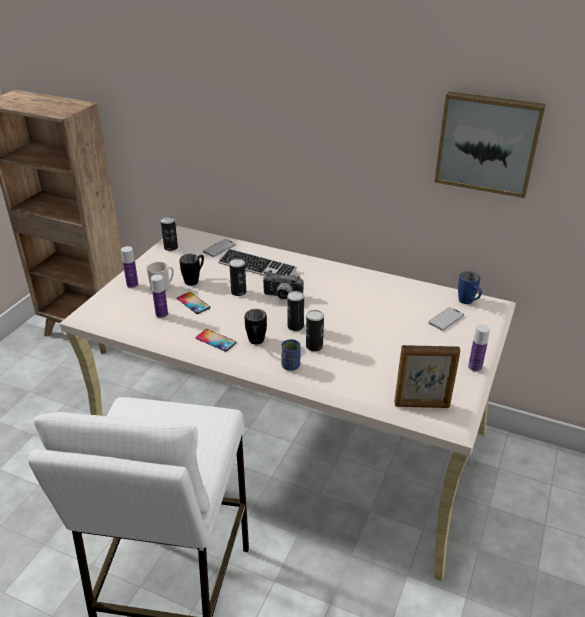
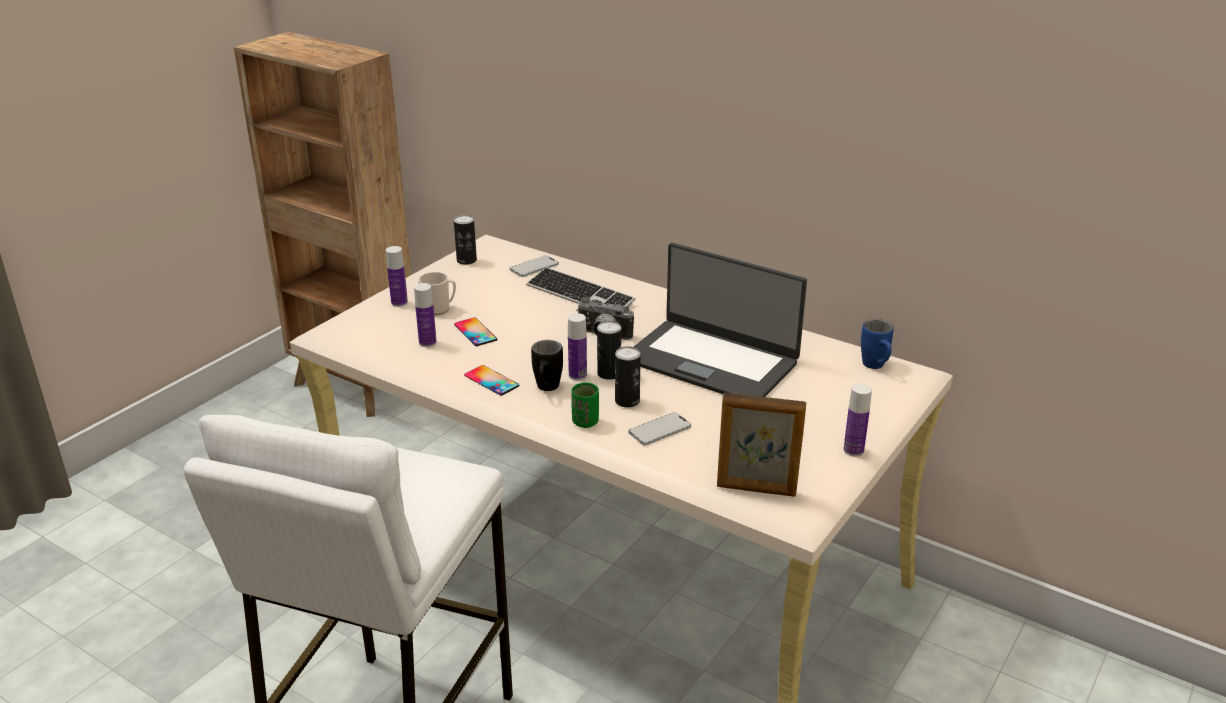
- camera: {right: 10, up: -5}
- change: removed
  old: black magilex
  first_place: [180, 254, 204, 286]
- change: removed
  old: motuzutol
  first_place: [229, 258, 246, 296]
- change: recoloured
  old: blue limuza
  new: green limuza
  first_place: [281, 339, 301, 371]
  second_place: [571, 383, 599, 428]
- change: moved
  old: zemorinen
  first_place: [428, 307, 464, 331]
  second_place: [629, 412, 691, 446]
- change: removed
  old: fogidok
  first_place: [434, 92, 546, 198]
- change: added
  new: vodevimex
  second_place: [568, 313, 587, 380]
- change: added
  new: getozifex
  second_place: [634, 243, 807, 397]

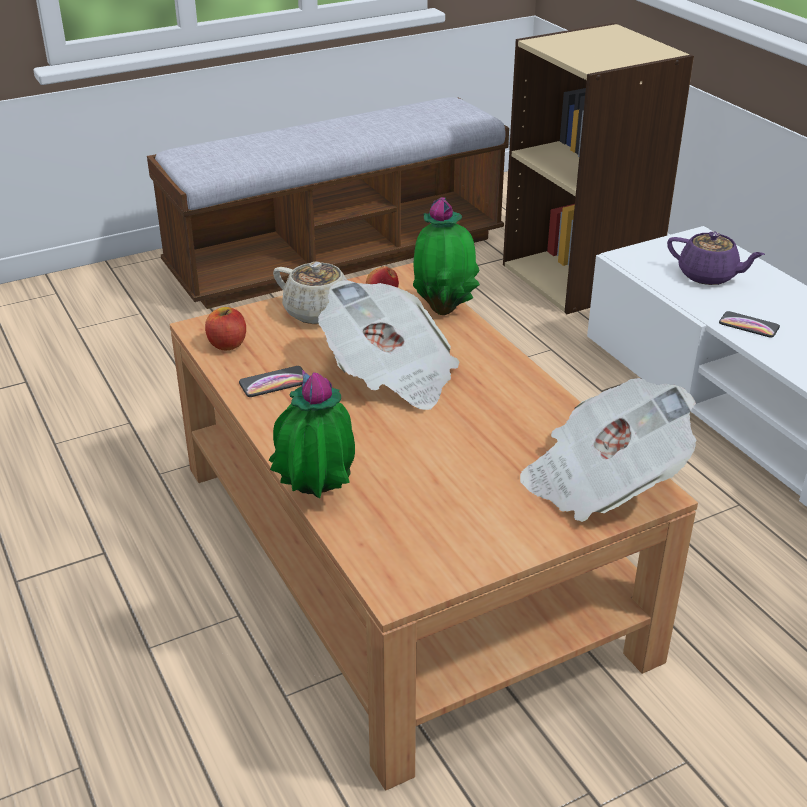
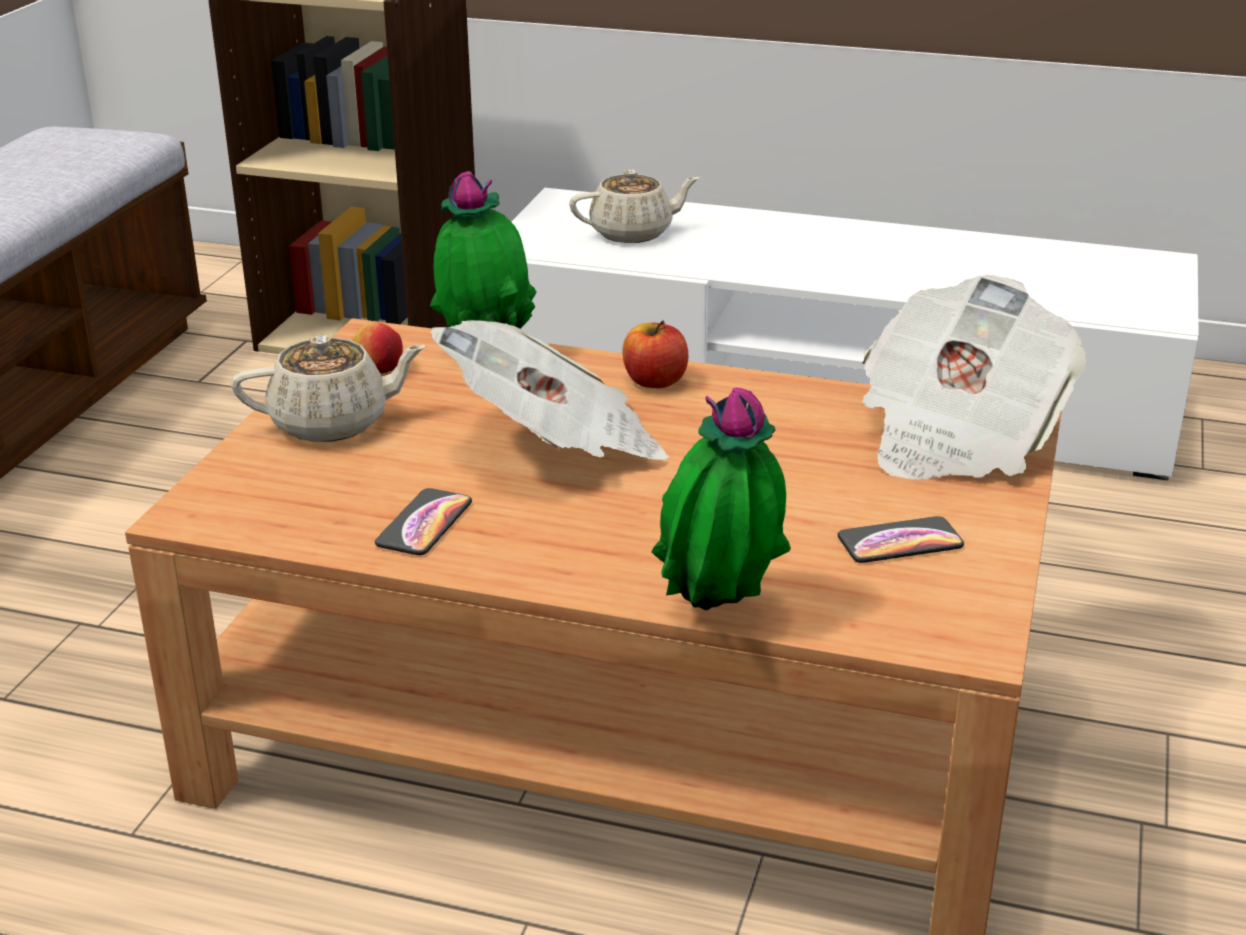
- camera: {right: -45, up: -5}
- change: moved
  old: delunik
  first_place: [205, 307, 246, 351]
  second_place: [623, 320, 688, 388]
- change: recoloured
  old: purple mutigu
  new: beige mutigu
  first_place: [667, 231, 765, 285]
  second_place: [569, 169, 700, 243]
- change: moved
  old: zemorinen
  first_place: [719, 311, 780, 338]
  second_place: [838, 516, 964, 563]

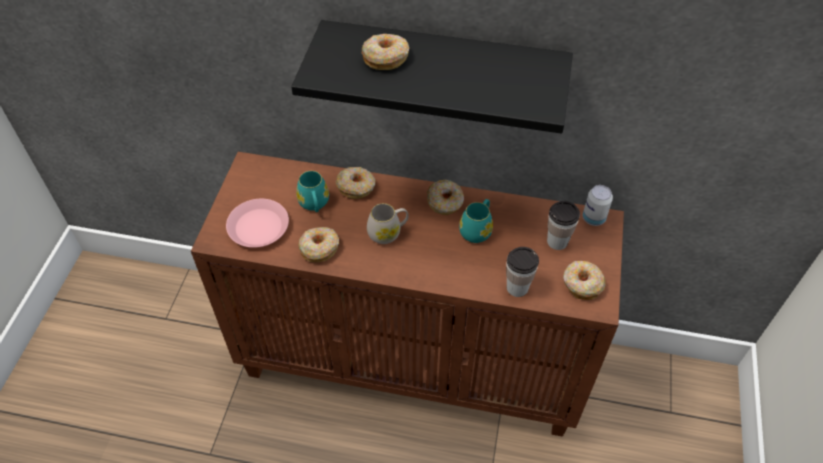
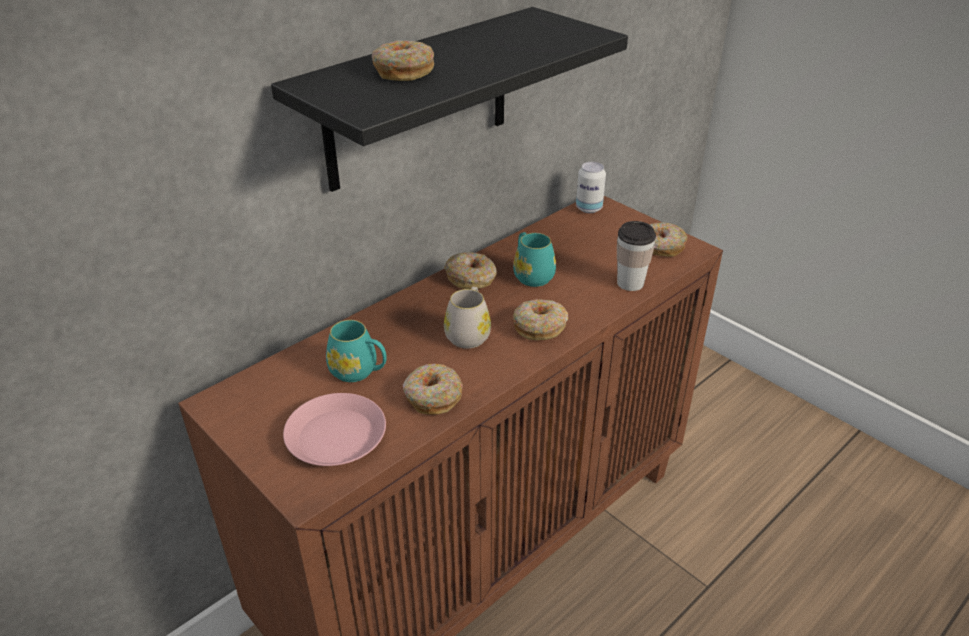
- camera: {right: -55, up: -15}
- change: moved
  old: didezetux
  first_place: [335, 167, 376, 199]
  second_place: [513, 299, 568, 340]
- change: removed
  old: limuza
  first_place: [547, 201, 580, 250]

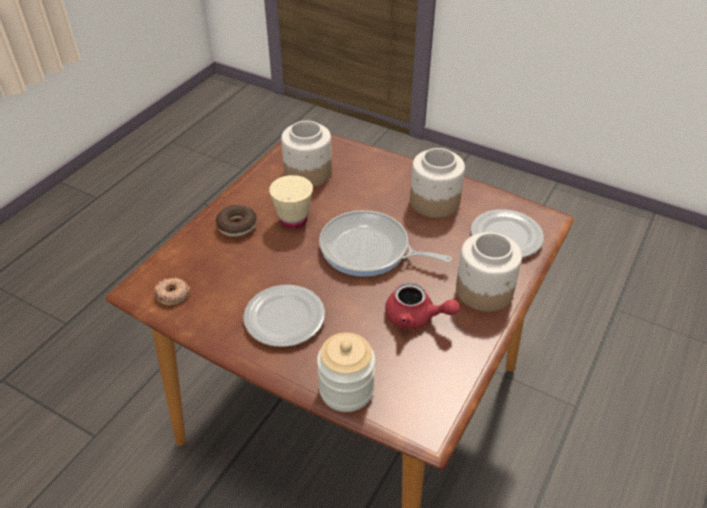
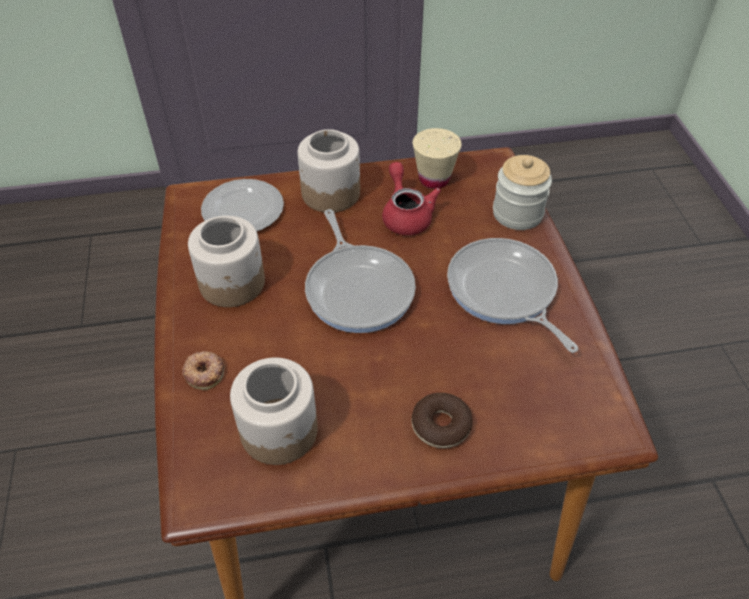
- camera: {right: -130, up: 5}
- change: moved
  old: didezetux
  first_place: [154, 278, 190, 305]
  second_place: [182, 351, 225, 390]
- change: replaced
  old: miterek
  new: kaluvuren
  first_place: [243, 285, 325, 347]
  second_place: [447, 238, 579, 353]
- change: moved
  old: beige limuza
  first_place: [269, 175, 313, 229]
  second_place: [413, 128, 462, 189]

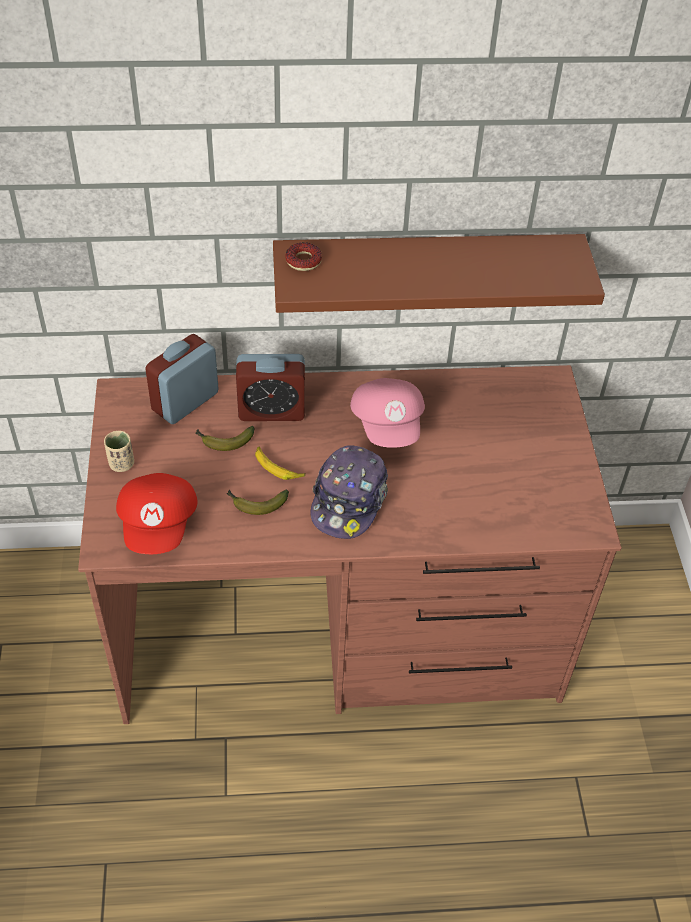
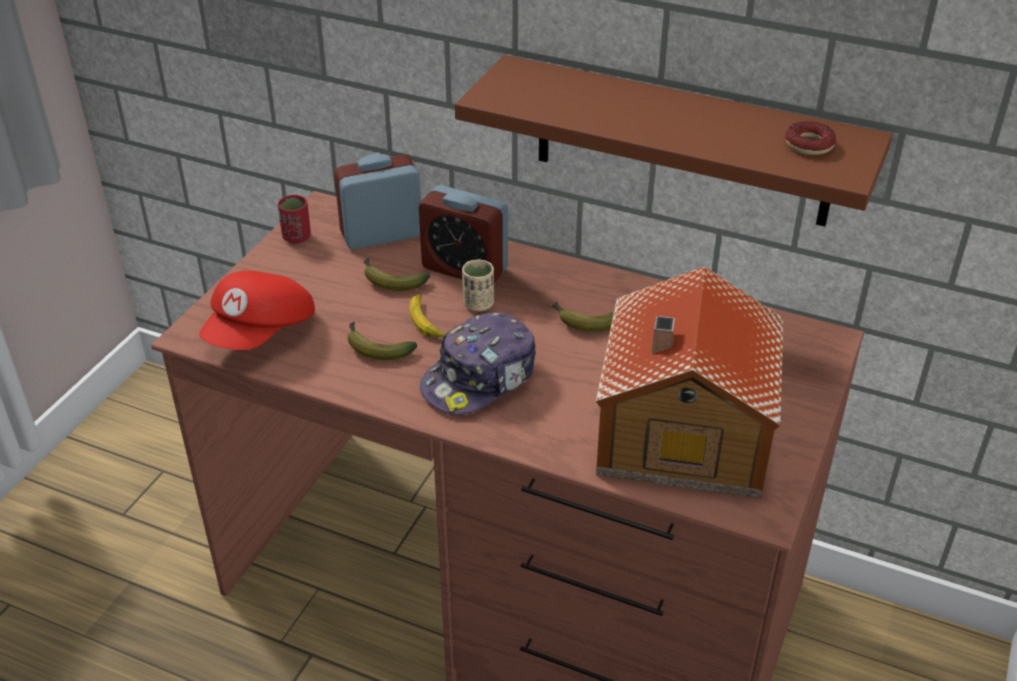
- camera: {right: 30, up: -10}
- change: moved
  old: beige limuza
  first_place: [104, 431, 134, 472]
  second_place: [462, 260, 494, 311]
- change: moved
  old: didezetux
  first_place: [285, 242, 322, 271]
  second_place: [785, 121, 836, 155]
- change: replaced
  old: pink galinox
  new: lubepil
  first_place: [350, 378, 425, 448]
  second_place: [552, 302, 614, 332]
- change: added
  new: red limuza
  second_place: [278, 195, 311, 243]
- change: added
  new: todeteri
  second_place: [596, 266, 784, 498]

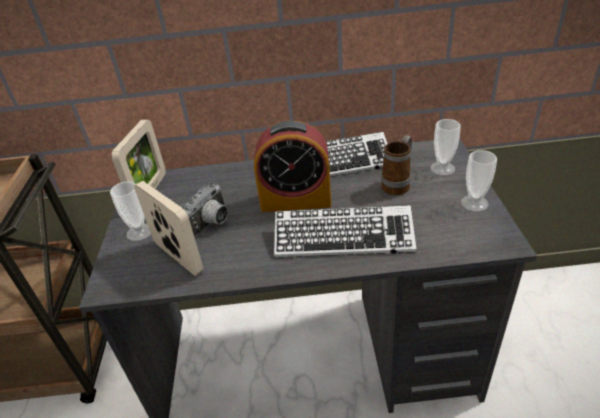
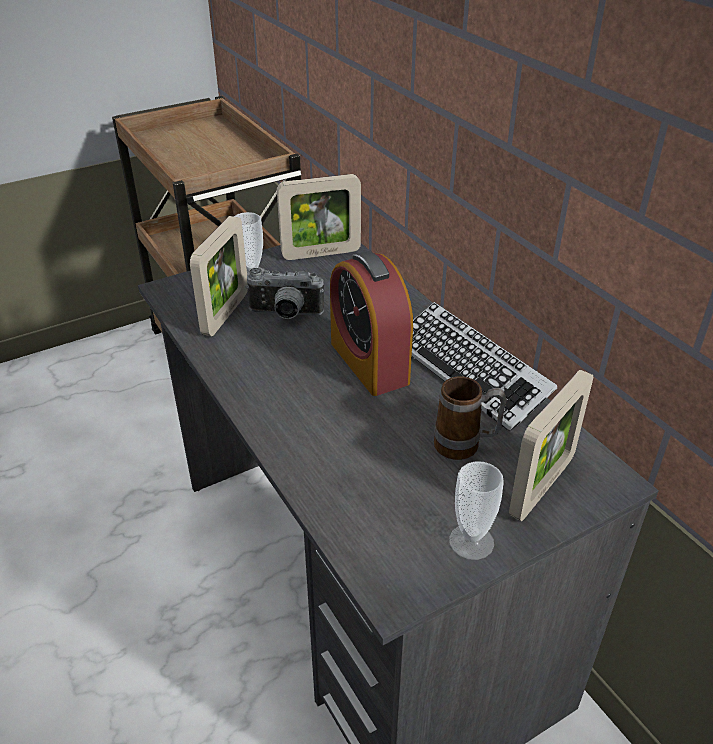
- camera: {right: 60, up: 0}
- change: removed
  old: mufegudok
  first_place: [274, 205, 416, 258]
- change: replaced
  old: limuza
  new: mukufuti
  first_place: [431, 119, 461, 176]
  second_place: [509, 370, 593, 521]

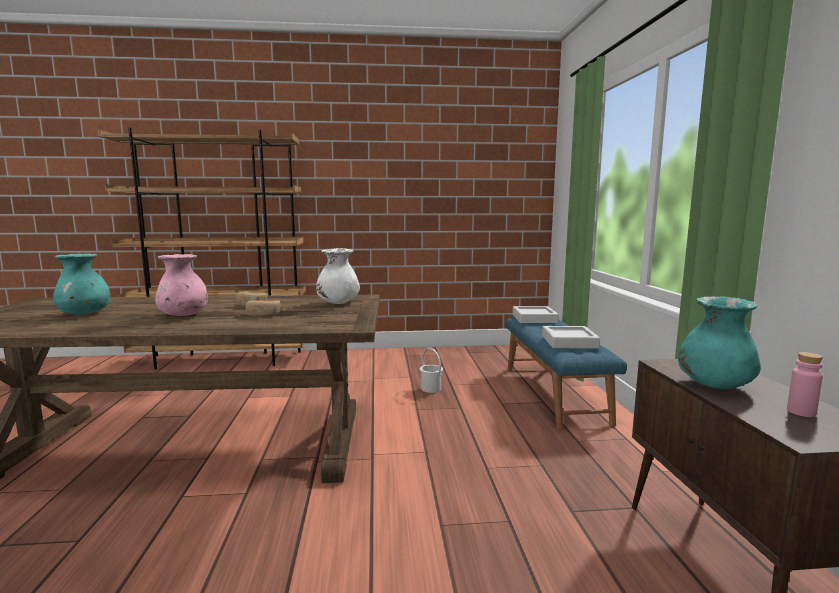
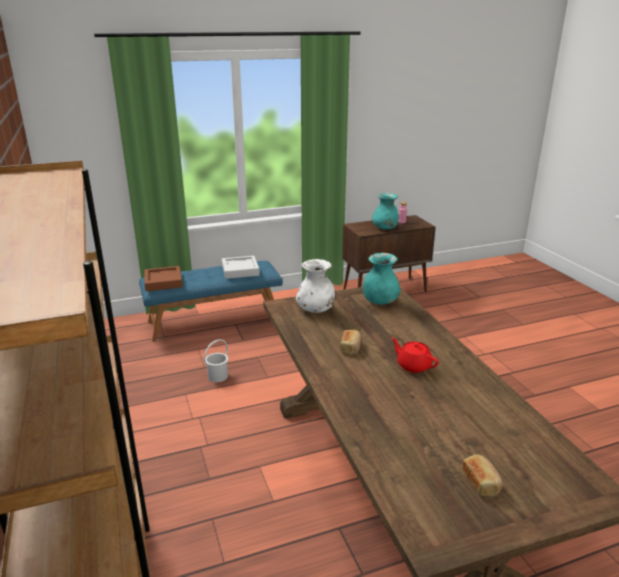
- camera: {right: -105, up: 15}
- change: moved
  old: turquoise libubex
  first_place: [53, 253, 111, 315]
  second_place: [363, 253, 401, 305]
- change: replaced
  old: pink libubex
  new: red mutigu
  first_place: [155, 254, 208, 316]
  second_place: [391, 338, 439, 373]
- change: moved
  old: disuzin
  first_place: [246, 300, 281, 316]
  second_place: [462, 454, 502, 497]
- change: recoloured
  old: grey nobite
  new: brown nobite
  first_place: [513, 306, 559, 323]
  second_place: [144, 266, 183, 291]

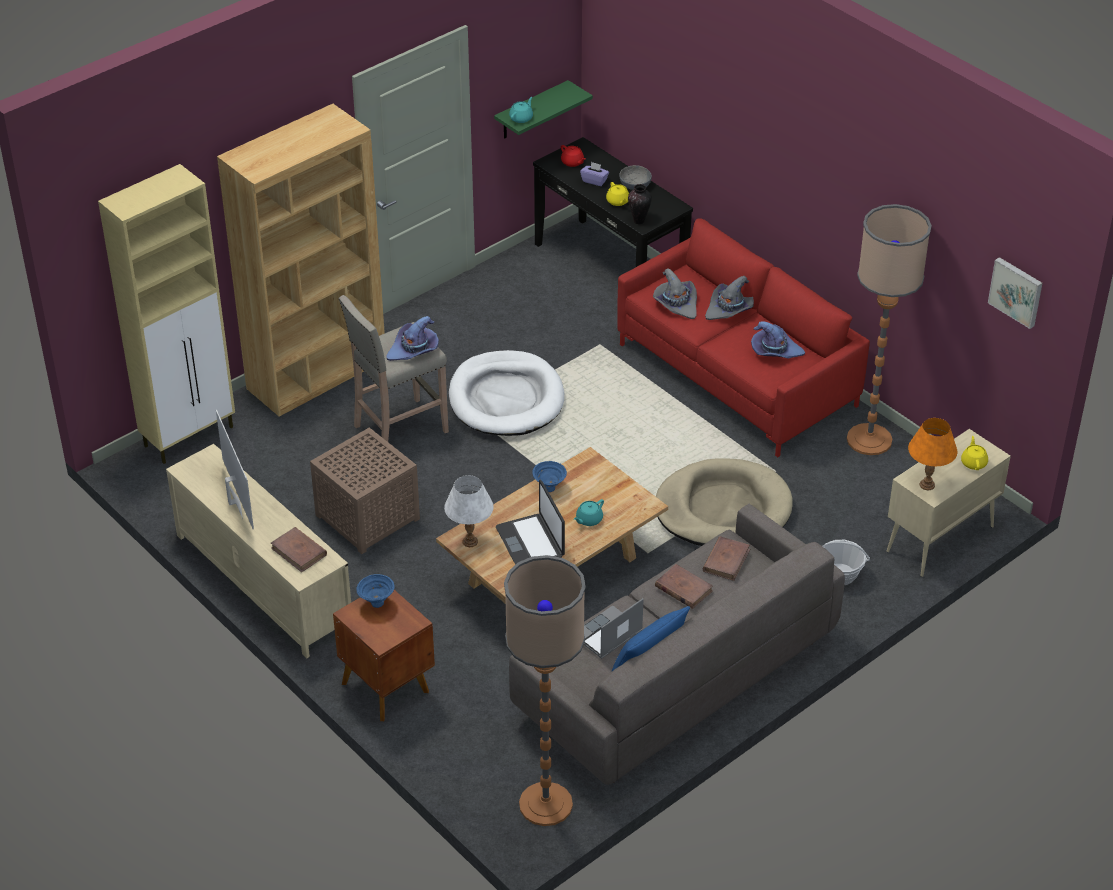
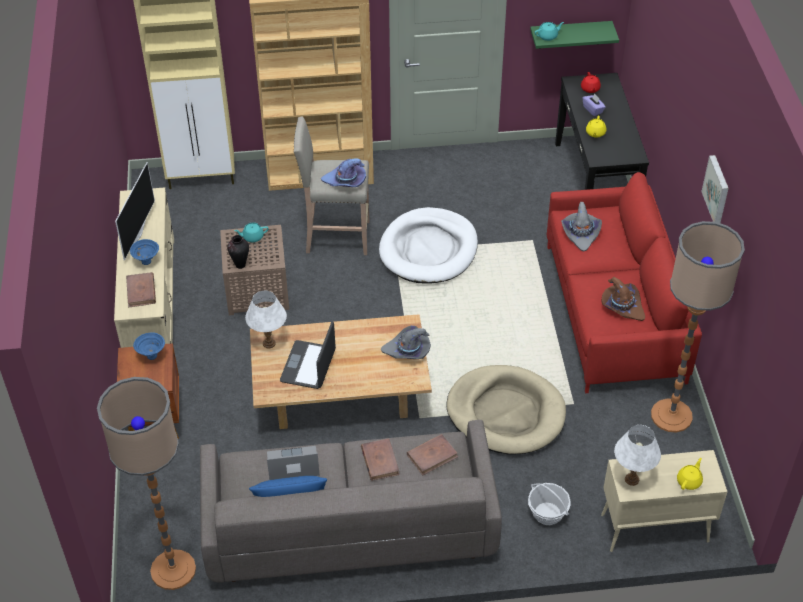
- camera: {right: 35, up: 5}
- change: moved
  old: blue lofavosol
  first_place: [532, 461, 567, 492]
  second_place: [130, 239, 159, 265]
- change: moved
  old: turquoise mutigu
  first_place: [574, 499, 604, 526]
  second_place: [234, 223, 269, 243]
- change: removed
  old: grey lofavosol
  first_place: [619, 165, 652, 190]
- change: moved
  old: libubex
  first_place: [628, 184, 652, 224]
  second_place: [227, 235, 249, 269]
- change: moved
  old: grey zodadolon
  first_place: [705, 276, 754, 320]
  second_place: [381, 326, 431, 359]
- change: recoloured
  old: purple zodadolon
  new: brown zodadolon
  first_place: [751, 322, 805, 359]
  second_place: [602, 277, 645, 321]
- change: recoloured
  old: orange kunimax
  new: white kunimax
  first_place: [908, 418, 957, 490]
  second_place: [614, 425, 661, 486]
- change: moved
  old: fogidok
  first_place: [988, 257, 1043, 329]
  second_place: [701, 155, 729, 223]

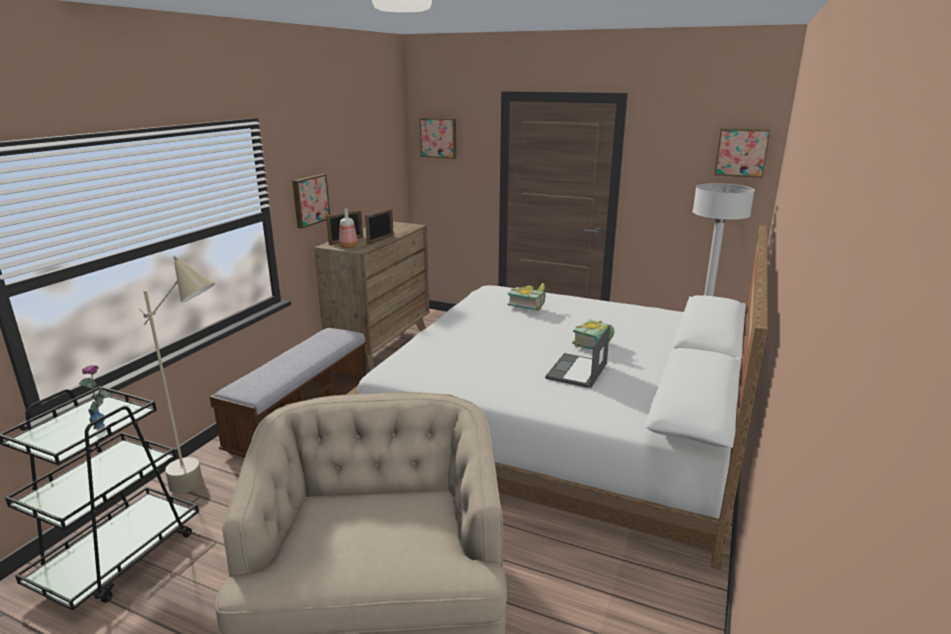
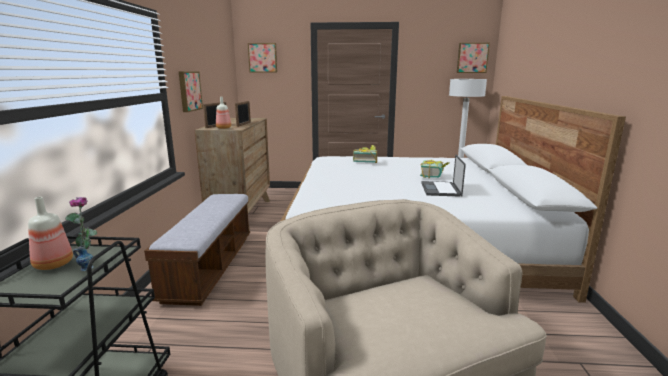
- camera: {right: -20, up: -5}
- change: removed
  old: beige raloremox
  first_place: [140, 256, 215, 494]
- change: added
  new: vodevimex
  second_place: [28, 197, 73, 270]

